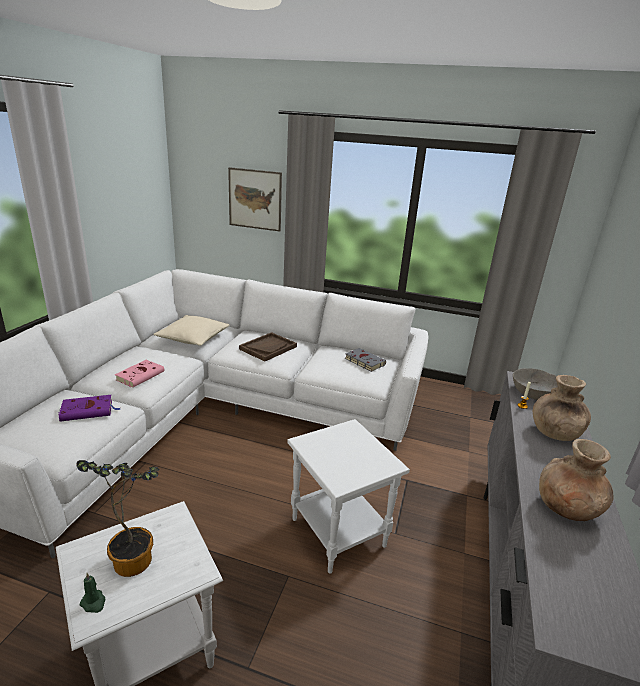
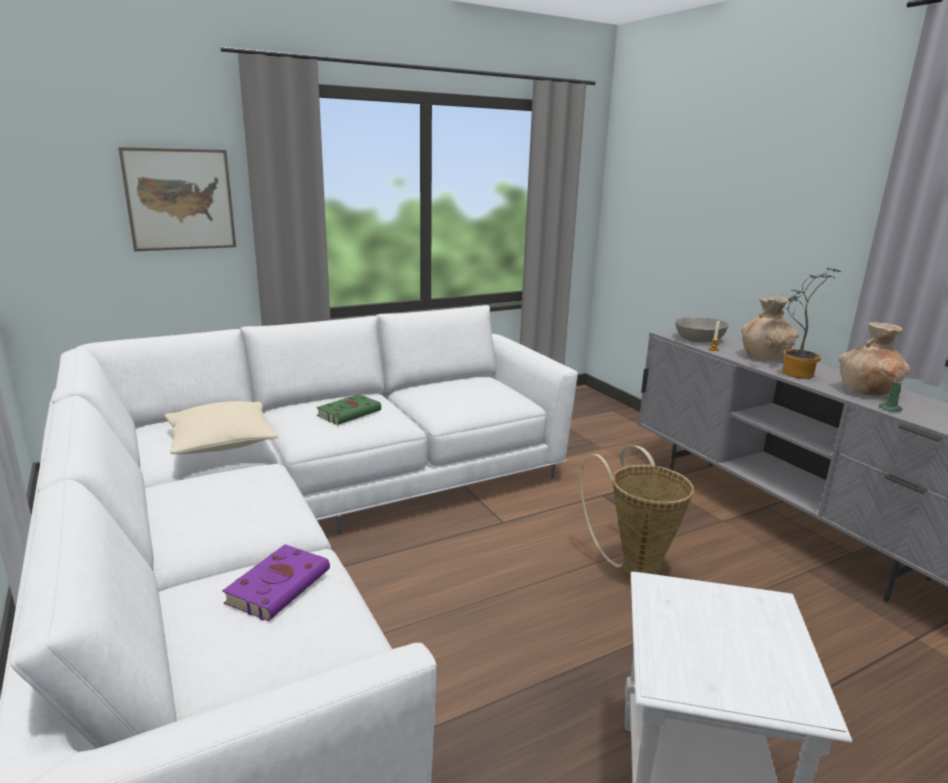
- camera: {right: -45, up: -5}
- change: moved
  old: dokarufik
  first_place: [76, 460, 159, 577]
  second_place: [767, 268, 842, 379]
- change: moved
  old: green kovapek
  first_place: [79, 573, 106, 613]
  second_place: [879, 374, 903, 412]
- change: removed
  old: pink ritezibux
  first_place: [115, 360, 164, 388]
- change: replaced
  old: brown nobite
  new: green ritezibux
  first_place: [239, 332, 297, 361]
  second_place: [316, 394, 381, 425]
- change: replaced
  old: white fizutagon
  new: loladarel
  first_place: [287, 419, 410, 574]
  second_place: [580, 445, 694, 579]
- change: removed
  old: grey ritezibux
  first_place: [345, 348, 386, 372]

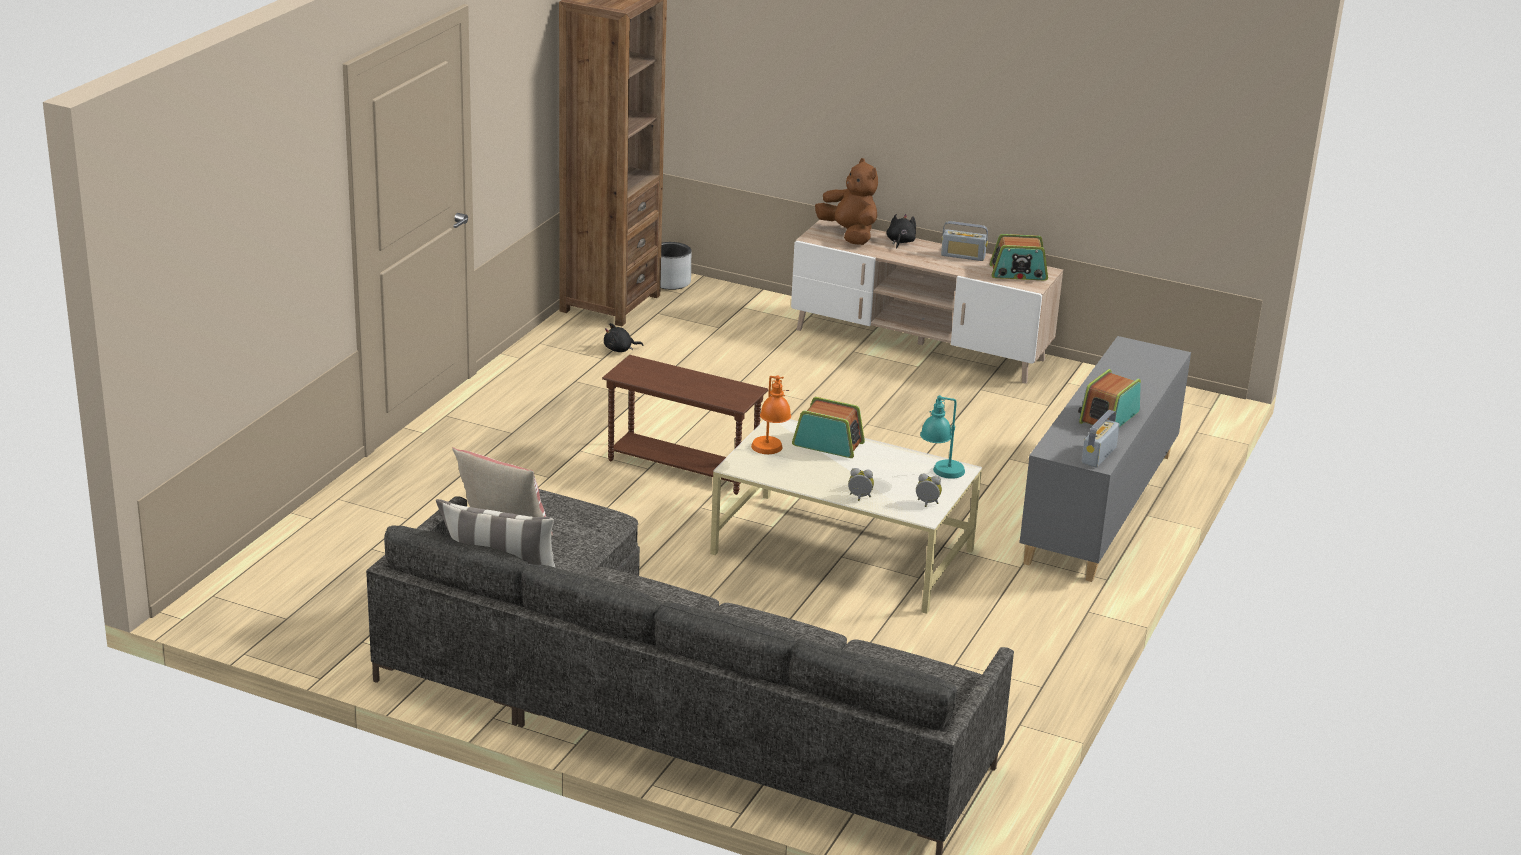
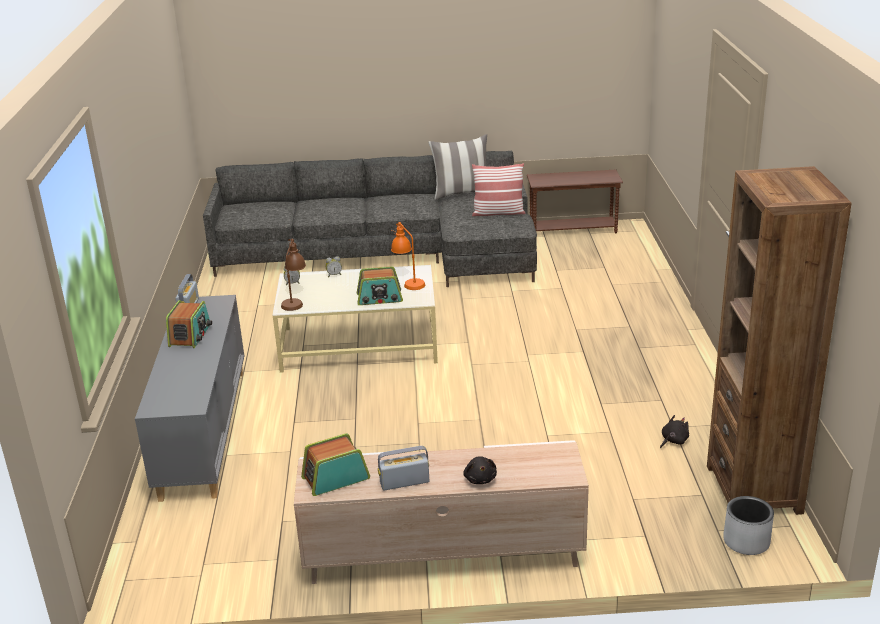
- camera: {right: 155, up: 0}
- change: moved
  old: brown fizutagon
  first_place: [602, 355, 768, 495]
  second_place: [527, 170, 623, 233]
- change: removed
  old: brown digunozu
  first_place: [815, 158, 878, 245]
- change: recoloured
  old: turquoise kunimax
  new: brown kunimax
  first_place: [920, 395, 965, 479]
  second_place: [281, 239, 306, 311]

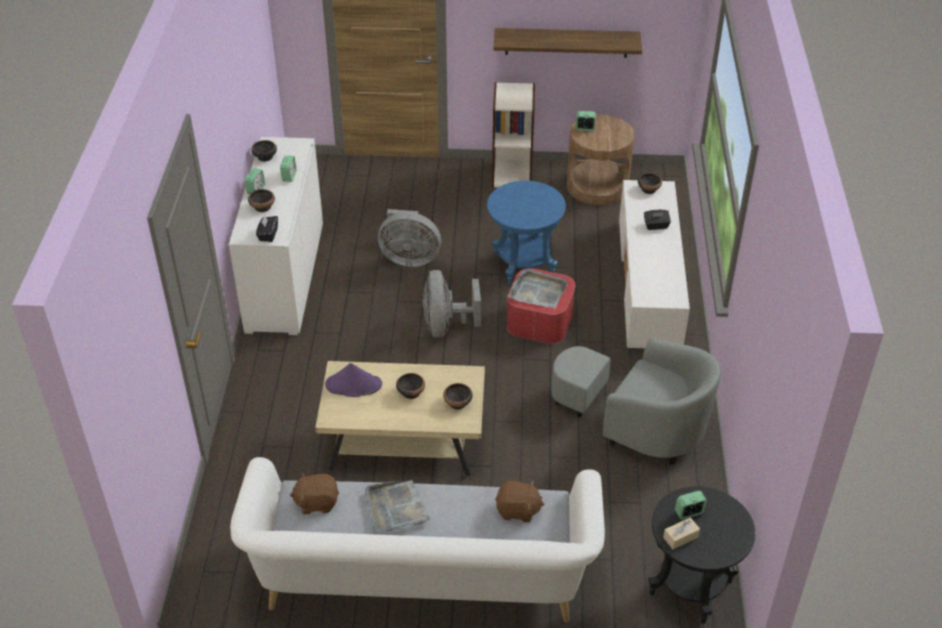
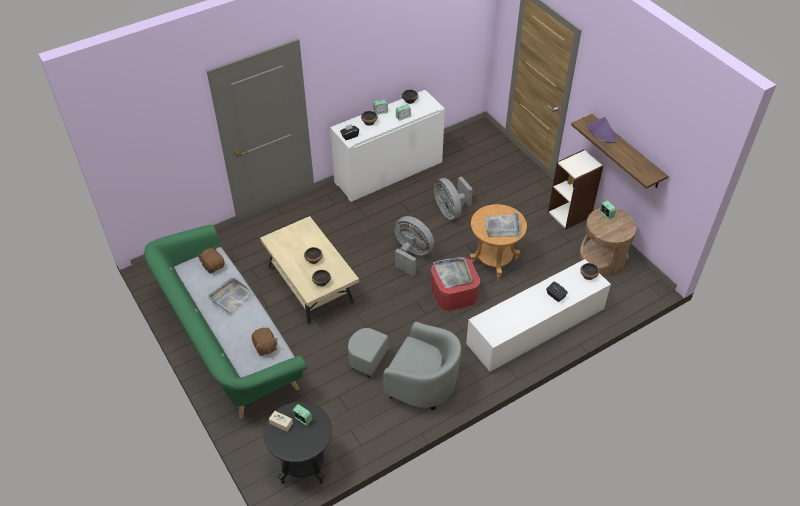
- camera: {right: 55, up: 5}
- change: recoloured
  old: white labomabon
  new: green labomabon
  first_place: [230, 457, 605, 623]
  second_place: [144, 225, 307, 419]
- change: moved
  old: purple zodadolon
  first_place: [325, 363, 382, 397]
  second_place: [588, 117, 617, 143]
- change: turned
  old: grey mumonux
  first_place: [422, 270, 481, 338]
  second_place: [394, 216, 434, 277]
  degrees: 75
- change: recoloured
  old: blue fizutagon
  new: brown fizutagon
  first_place: [487, 181, 566, 285]
  second_place: [470, 204, 527, 280]
- change: turned
  old: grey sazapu
  first_place: [551, 338, 721, 465]
  second_place: [348, 322, 462, 410]
  degrees: -60
- change: added
  new: grey nobite
  second_place: [485, 213, 521, 237]

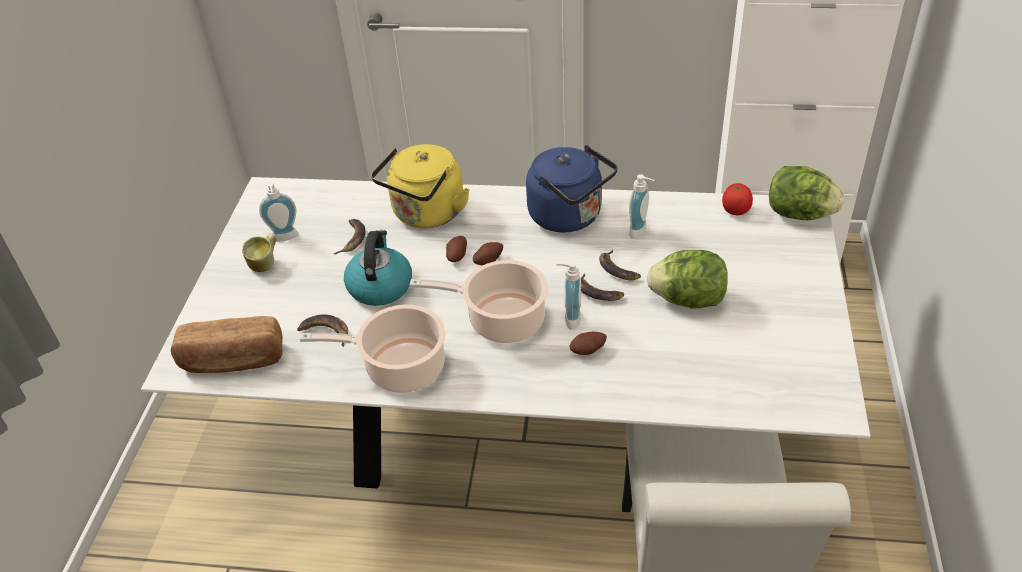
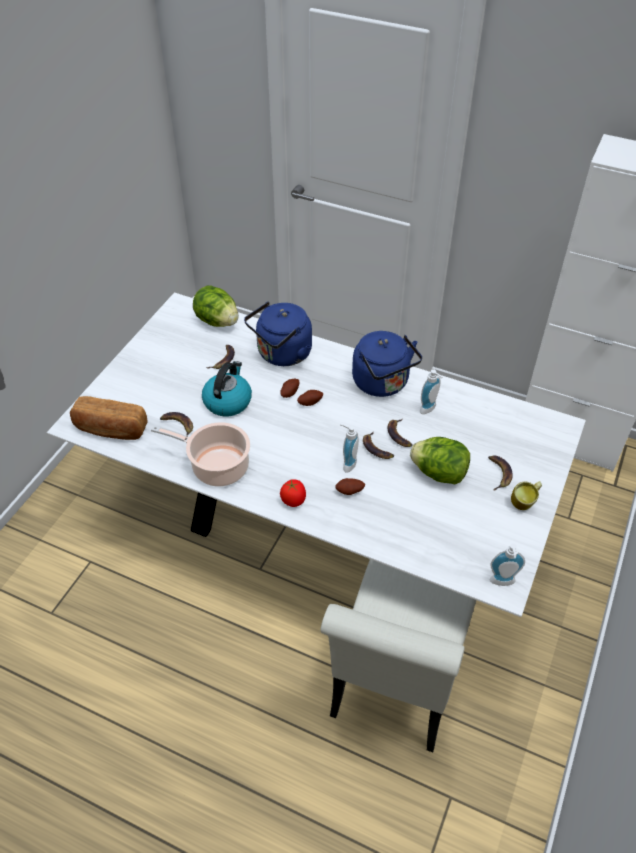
- camera: {right: 15, up: 5}
- change: moved
  old: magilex
  first_place: [242, 233, 277, 272]
  second_place: [511, 481, 542, 510]
- change: moved
  old: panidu
  first_place: [259, 182, 299, 241]
  second_place: [490, 543, 525, 586]
- change: recoloured
  old: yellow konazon
  new: blue konazon
  first_place: [371, 144, 470, 228]
  second_place: [244, 302, 312, 366]
- change: removed
  old: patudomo
  first_place: [410, 260, 548, 343]
- change: moved
  old: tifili
  first_place: [722, 183, 753, 216]
  second_place: [280, 479, 306, 507]
- change: moved
  old: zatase
  first_place: [769, 166, 844, 220]
  second_place: [193, 285, 238, 327]
- change: added
  new: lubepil
  second_place: [488, 455, 513, 490]

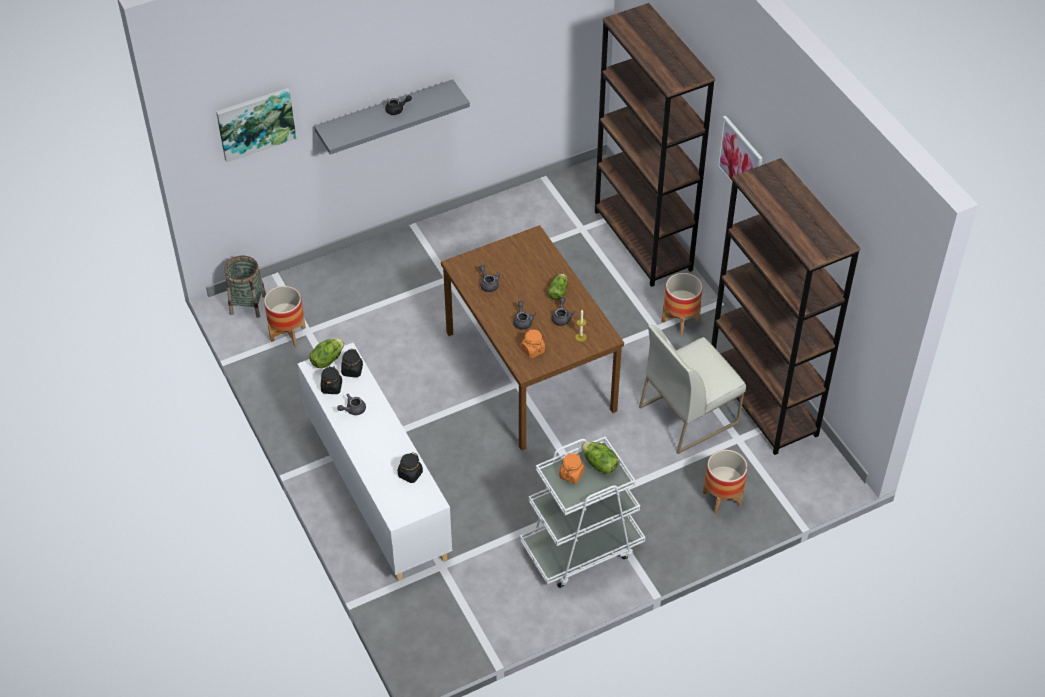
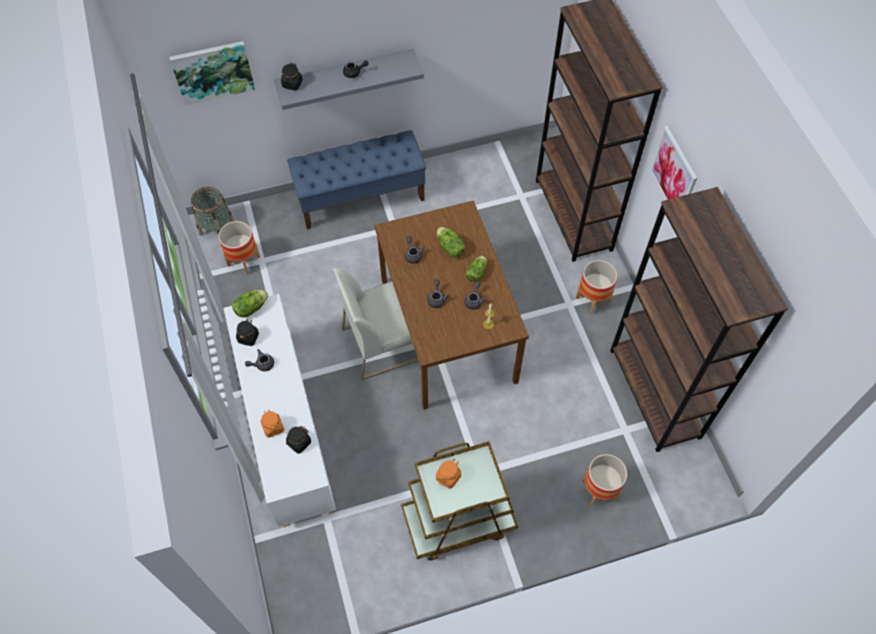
- camera: {right: 10, up: 10}
- change: moved
  old: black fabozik
  first_place: [341, 349, 363, 377]
  second_place: [281, 63, 303, 90]
- change: recoloured
  old: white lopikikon
  new: brown lopikikon
  first_place: [520, 436, 646, 588]
  second_place: [401, 441, 518, 561]
- change: moved
  old: orange fabozik
  first_place: [521, 329, 545, 358]
  second_place: [261, 409, 284, 438]
- change: moved
  old: zatase
  first_place: [581, 441, 618, 474]
  second_place: [437, 227, 465, 258]
- change: moved
  old: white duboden
  first_place: [639, 325, 746, 454]
  second_place: [333, 268, 418, 380]
- change: added
  new: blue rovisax
  second_place: [287, 130, 426, 229]

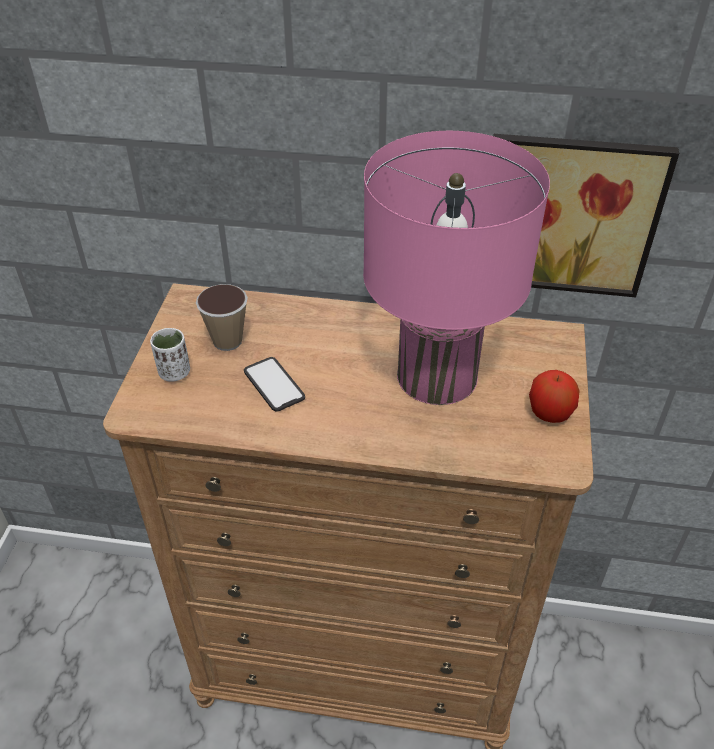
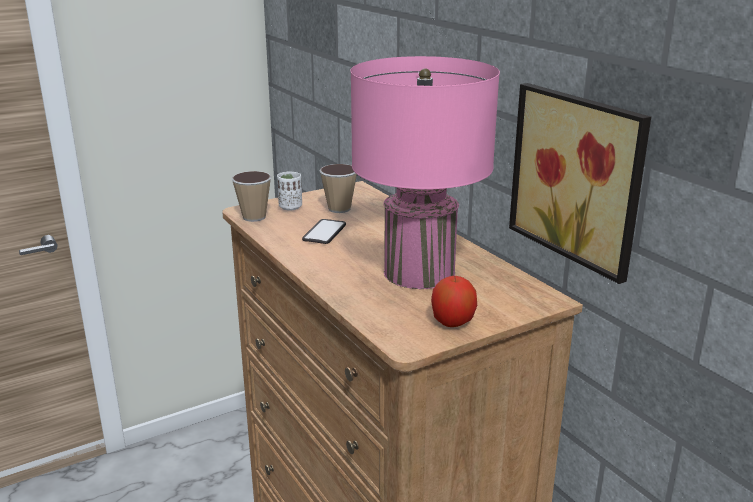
- camera: {right: 50, up: -20}
- change: added
  new: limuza
  second_place: [232, 171, 271, 222]

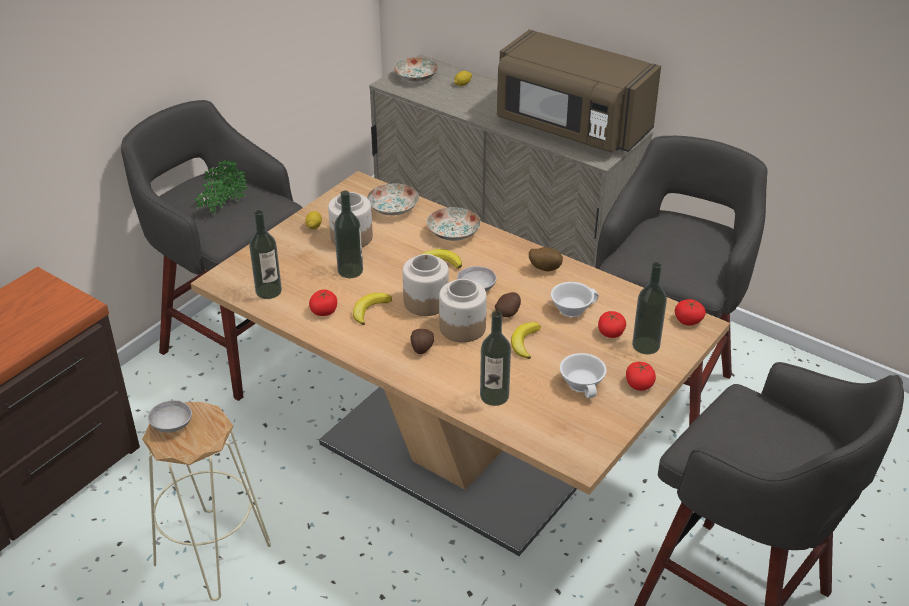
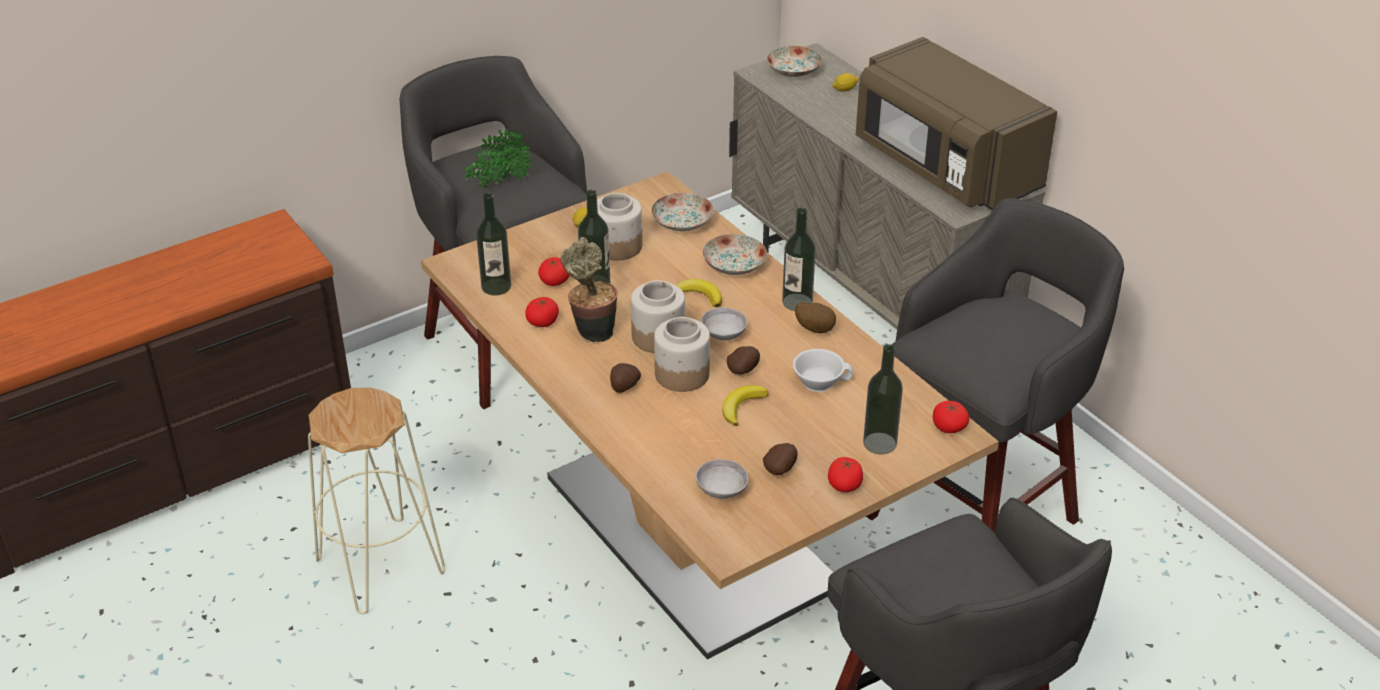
- camera: {right: 20, up: 0}
- change: moved
  old: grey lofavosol
  first_place: [148, 400, 192, 433]
  second_place: [695, 459, 749, 499]
- change: replaced
  old: lubepil
  new: dokarufik
  first_place: [353, 293, 392, 325]
  second_place: [561, 237, 618, 342]
- change: moved
  old: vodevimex
  first_place: [480, 311, 511, 406]
  second_place: [782, 208, 816, 311]
- change: replaced
  old: white limuza
  new: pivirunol
  first_place: [560, 353, 607, 399]
  second_place: [763, 443, 798, 475]
- change: moved
  old: tifili
  first_place: [598, 311, 626, 338]
  second_place: [538, 257, 570, 286]

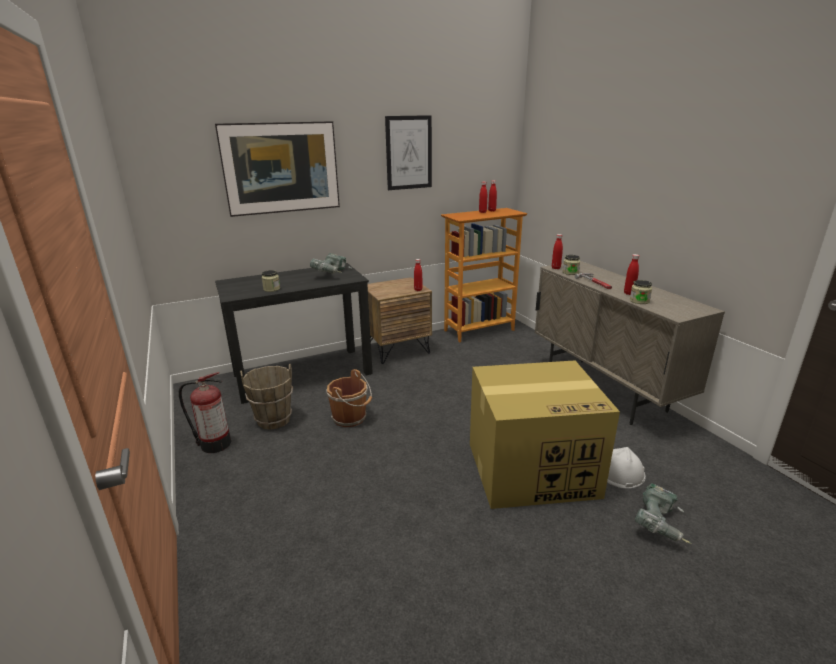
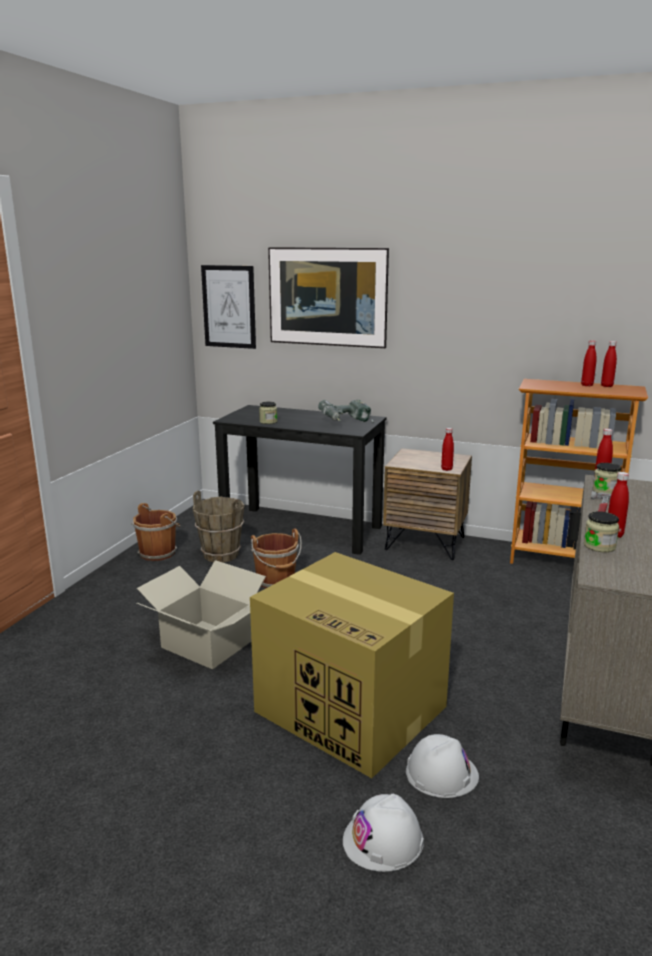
- camera: {right: 45, up: -5}
- change: replaced
  old: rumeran
  new: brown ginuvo
  first_place: [179, 372, 231, 453]
  second_place: [131, 503, 181, 561]
- change: moved
  old: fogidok
  first_place: [385, 115, 432, 190]
  second_place: [201, 265, 256, 349]
- change: replaced
  old: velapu
  new: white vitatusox
  first_place: [635, 484, 692, 544]
  second_place: [343, 794, 424, 872]
- change: added
  new: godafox
  second_place: [137, 560, 266, 669]

